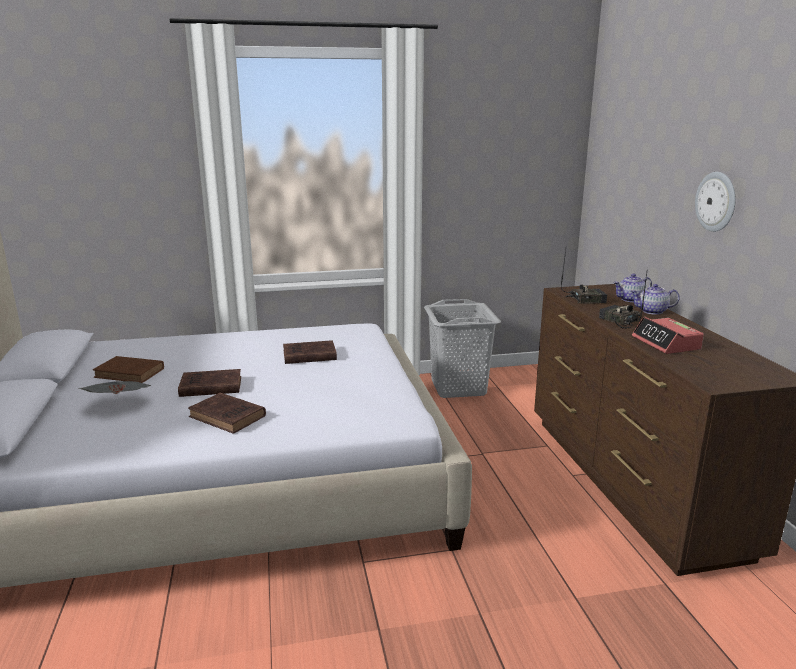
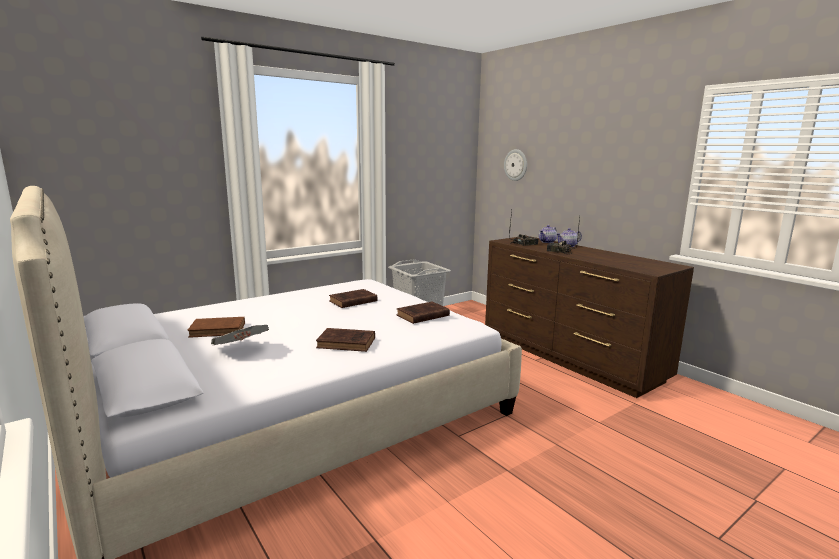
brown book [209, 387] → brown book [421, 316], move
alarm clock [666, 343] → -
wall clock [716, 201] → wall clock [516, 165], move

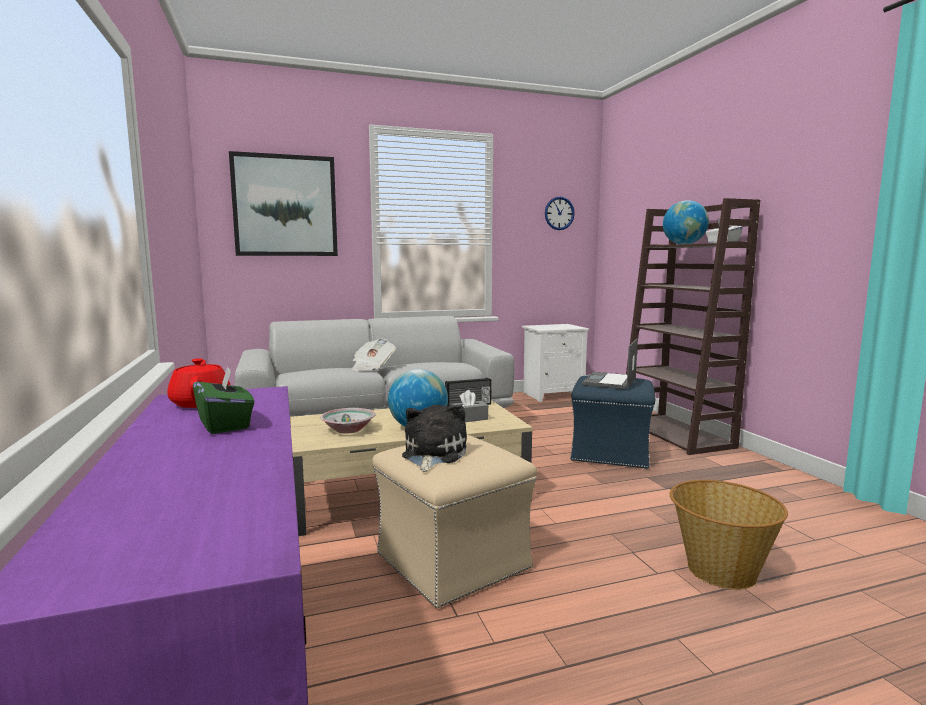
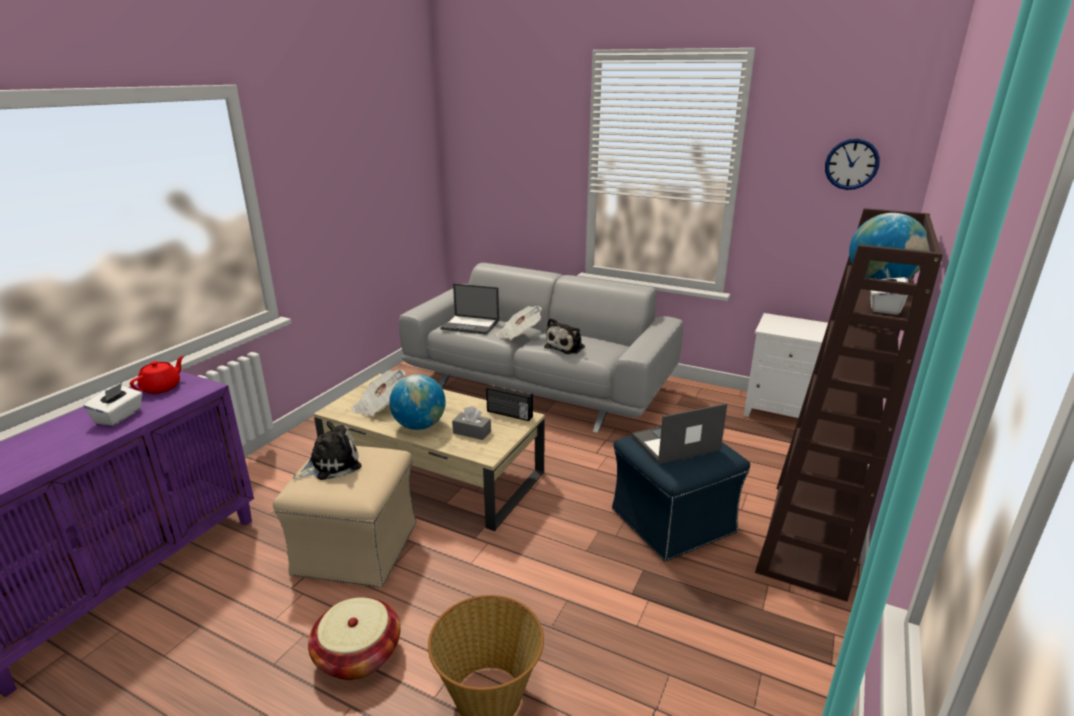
green tissue box [225, 424] → white tissue box [119, 416]
picture [285, 206] → -
bowl [348, 430] → newspaper [380, 406]
- → basket [358, 654]
- → laptop [471, 325]
- → plush toy [566, 347]

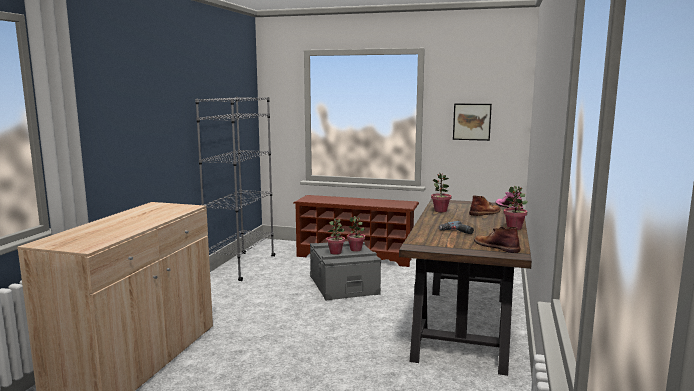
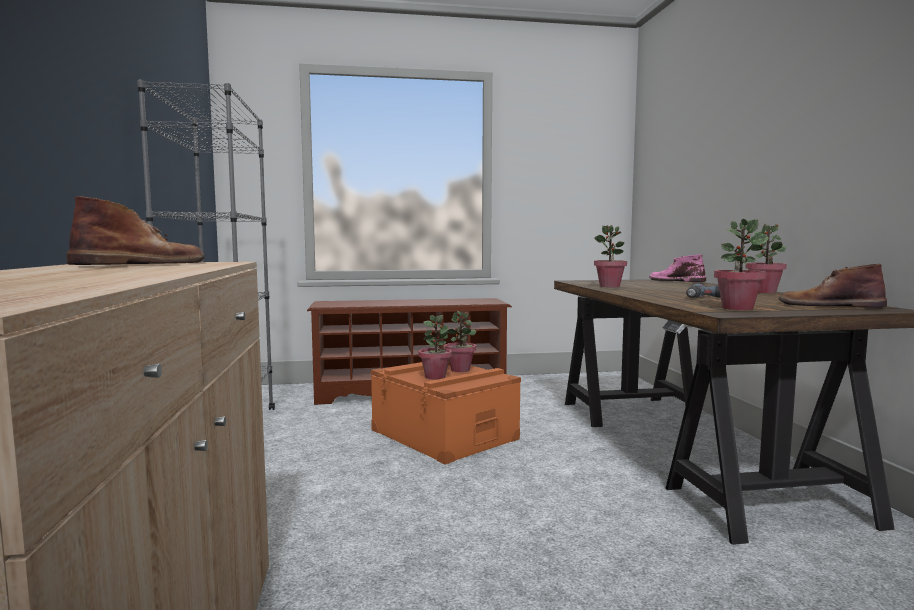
grey storage box [344, 285] → orange storage box [444, 434]
picture [472, 121] → -
brown boot [485, 213] → brown boot [144, 264], move
- → potted plant [737, 308]

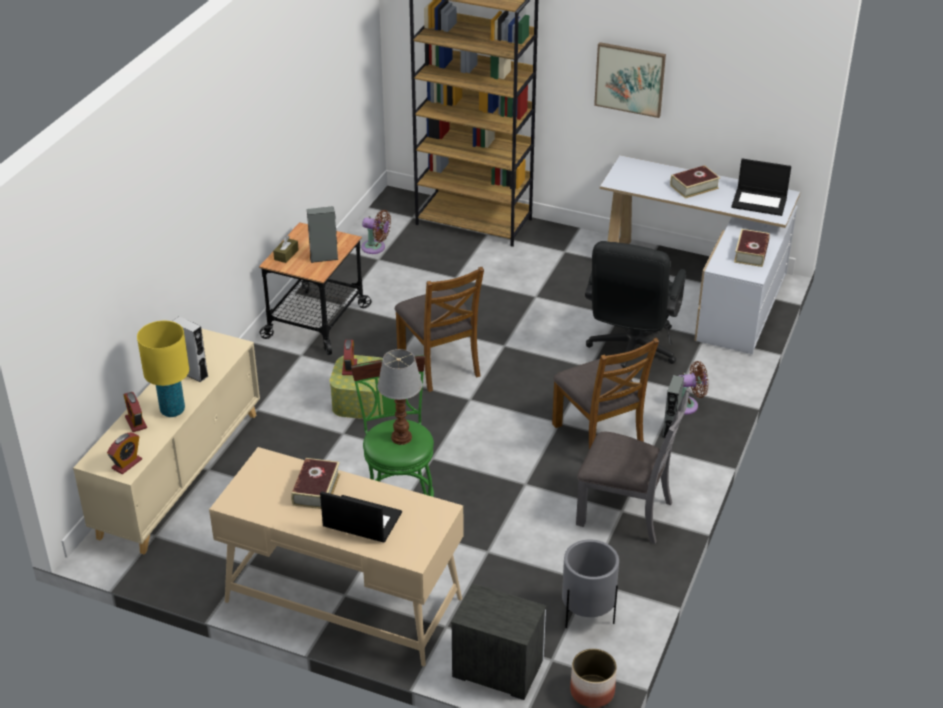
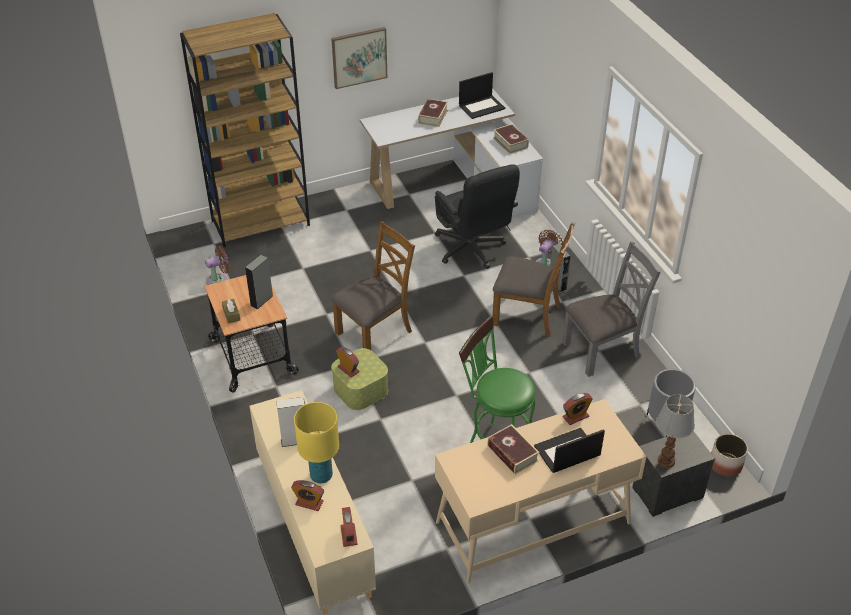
table lamp [402, 437] → table lamp [666, 460], move
brown chair [440, 364] → brown chair [375, 332], 60 degrees counterclockwise
- → alarm clock [575, 416]

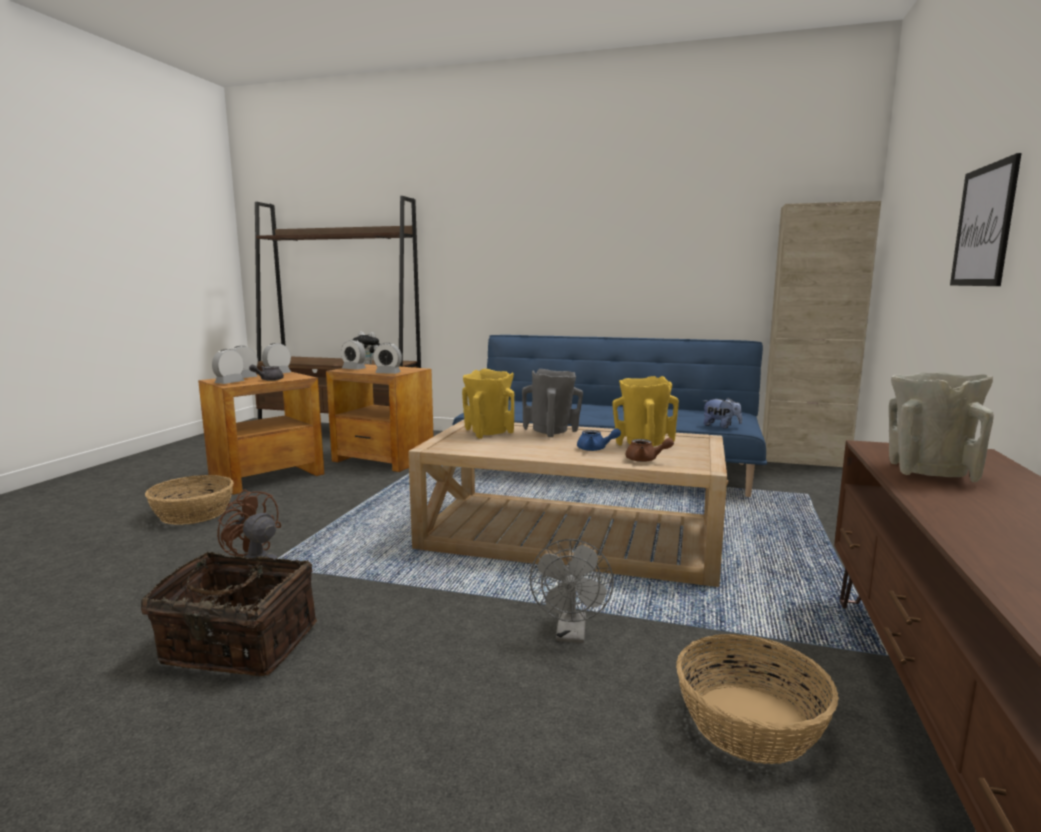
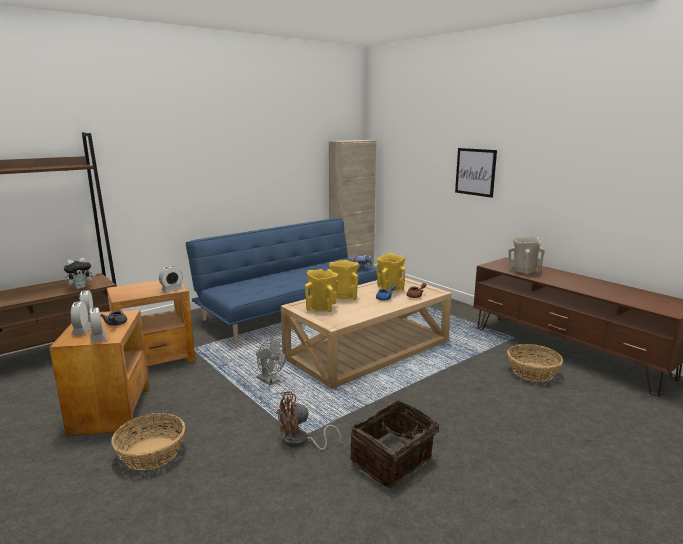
alarm clock [354, 369] → -
grey vase [552, 432] → yellow vase [344, 296]
grey fan [571, 634] → grey fan [270, 381], move

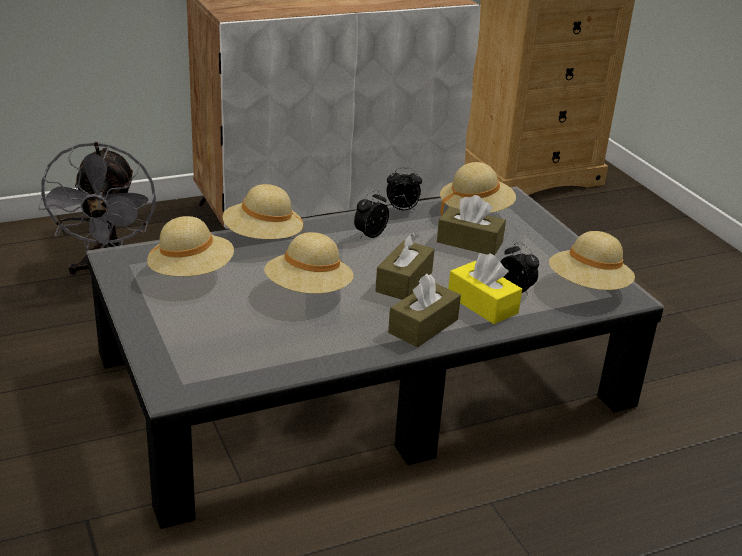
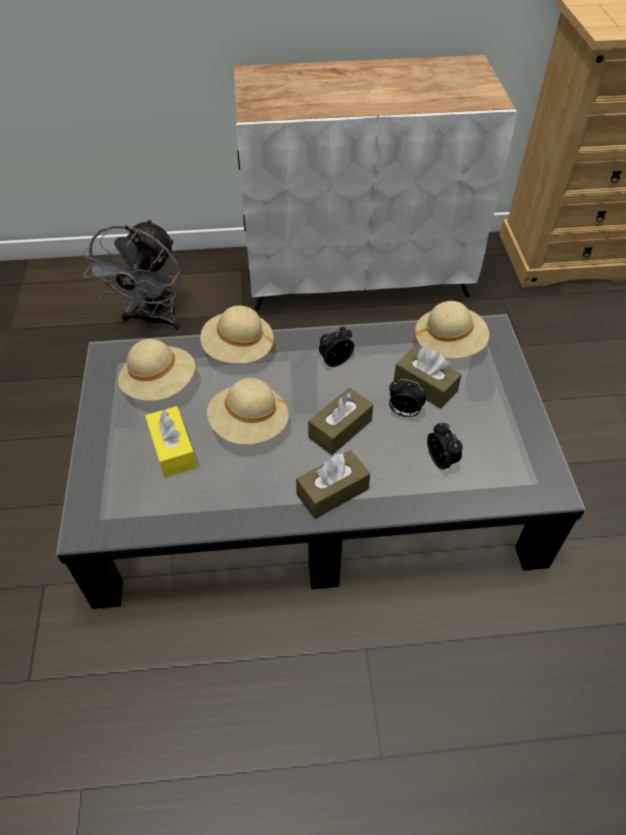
alarm clock [402, 210] → alarm clock [404, 412], move
yellow tissue box [482, 304] → yellow tissue box [172, 449], move
beige hat [588, 288] → -

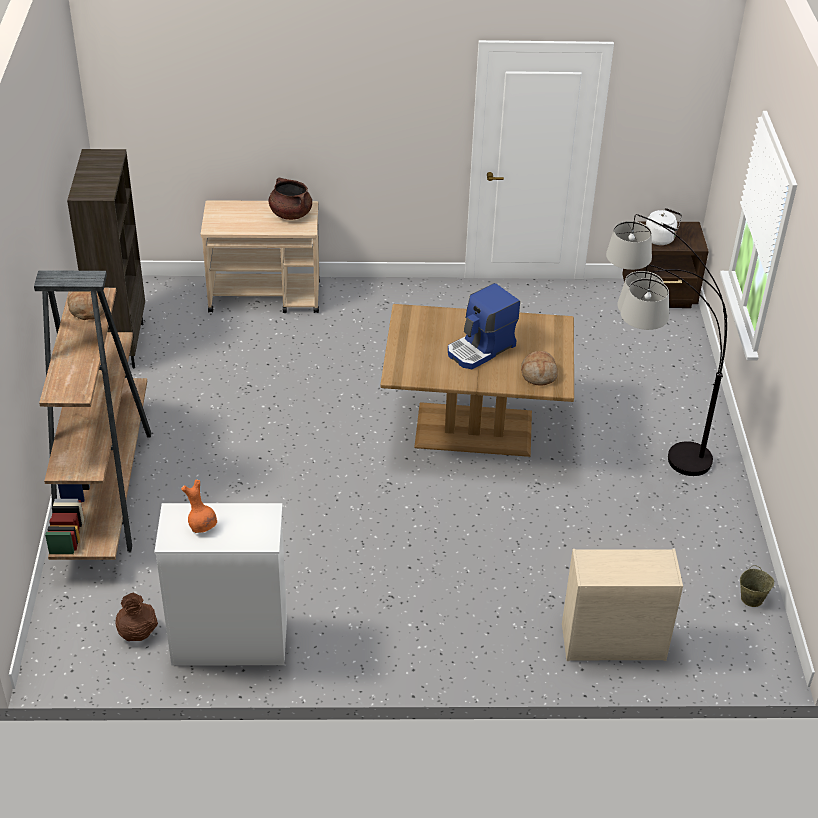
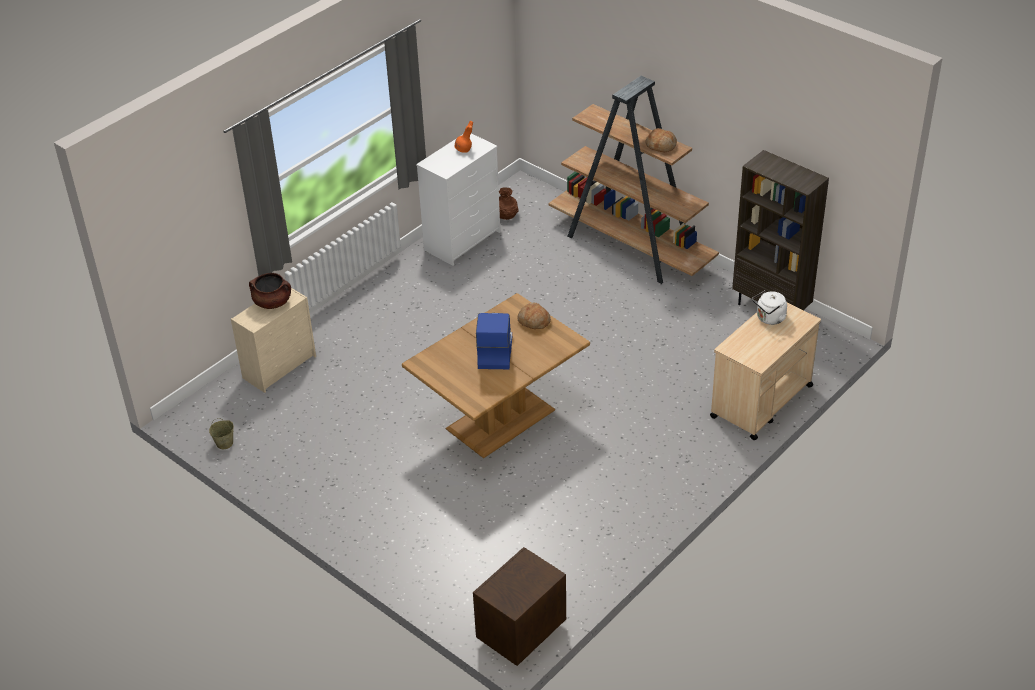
brown cooking pot [290, 214] → brown cooking pot [272, 302], move
bread [538, 374] → bread [533, 321], move
floor lamp [635, 462] → -
white kettle [661, 239] → white kettle [769, 318], move

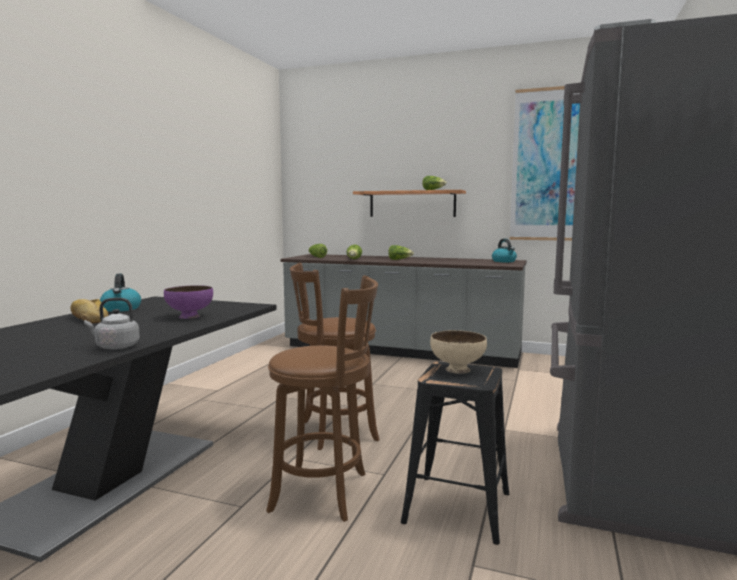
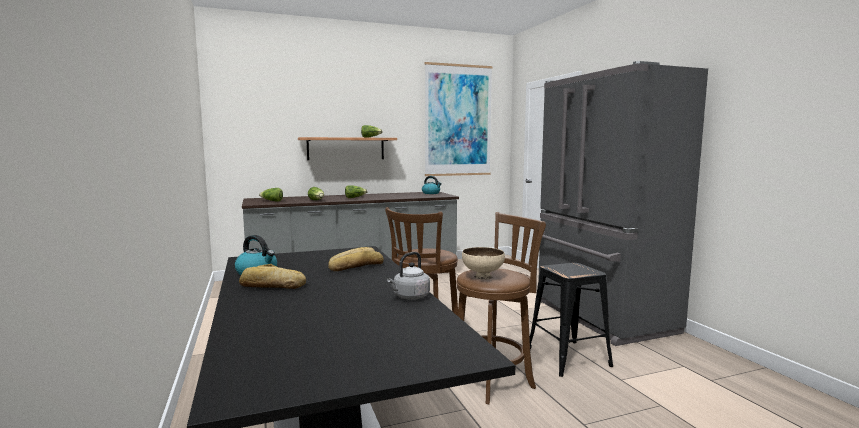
purple bowl [190, 316] → bread [355, 266]
beige bowl [457, 369] → beige bowl [482, 277], move

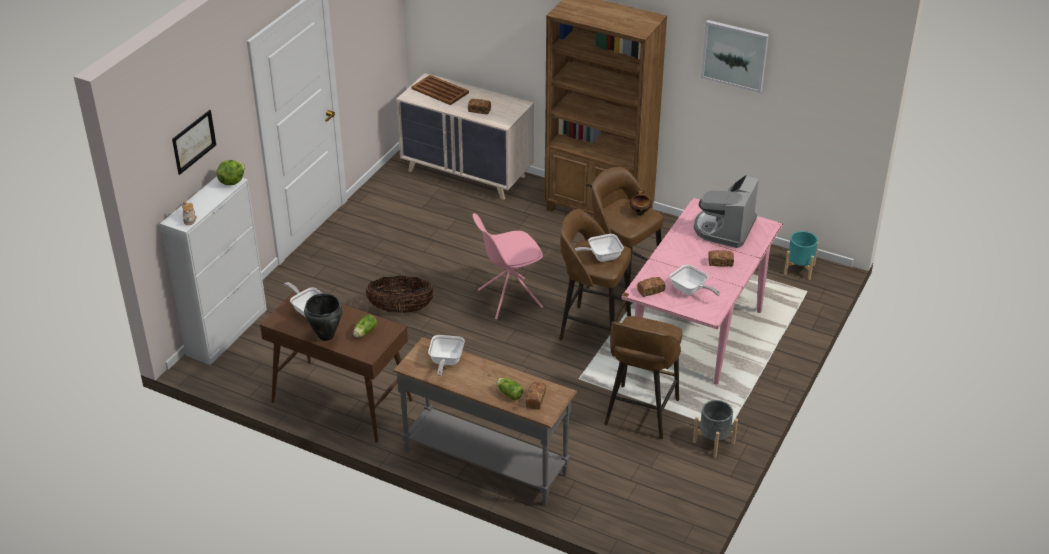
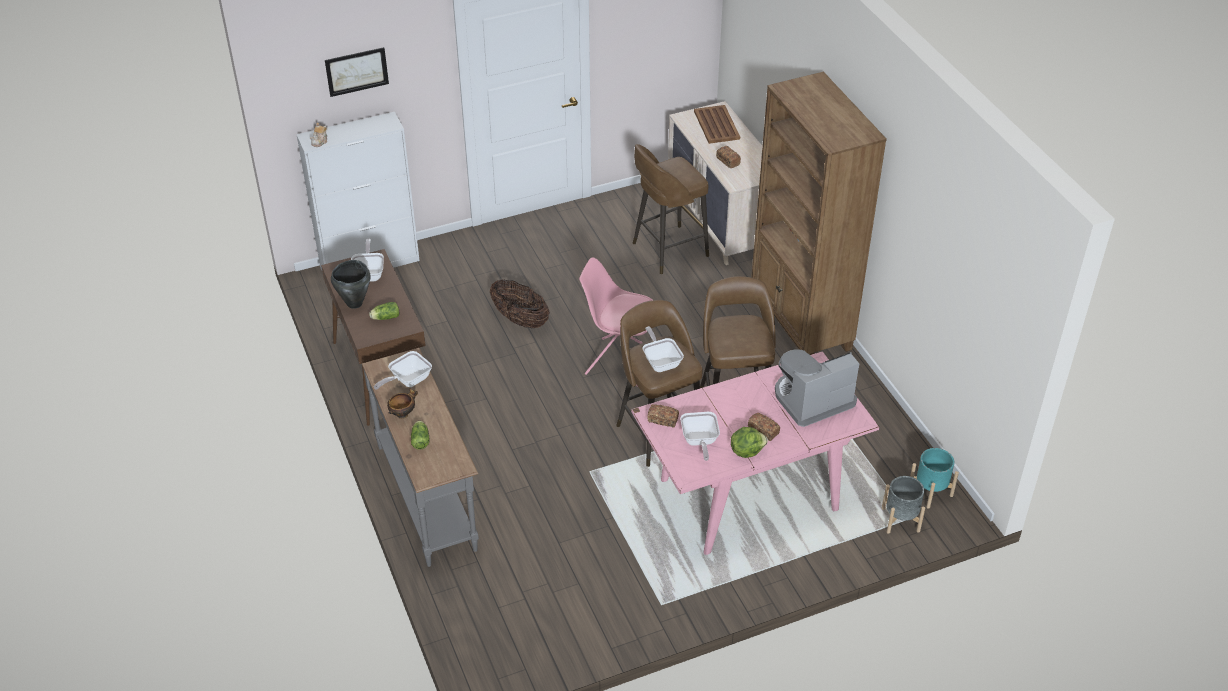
lettuce [231, 181] → lettuce [746, 451], move
bread [535, 399] → -
frying pan [601, 257] → frying pan [661, 361], 45 degrees clockwise
brown stool [640, 414] → brown stool [668, 250], move
bowl [639, 212] → bowl [403, 413], move
grey planter [713, 442] → grey planter [900, 519], move
picture [735, 55] → -

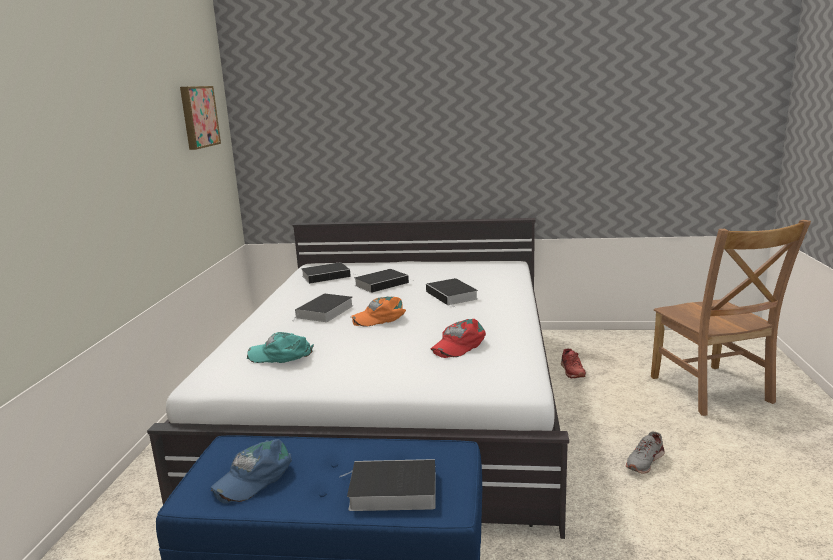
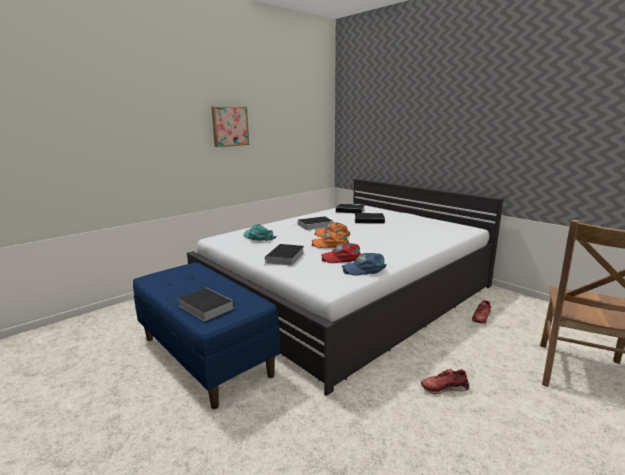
picture [198, 117] → picture [229, 126], move
blue cap [254, 476] → blue cap [365, 269], move
book [453, 295] → book [285, 258], move
grey shoe [644, 461] → red shoe [444, 387]
- → orange cap [331, 244]

